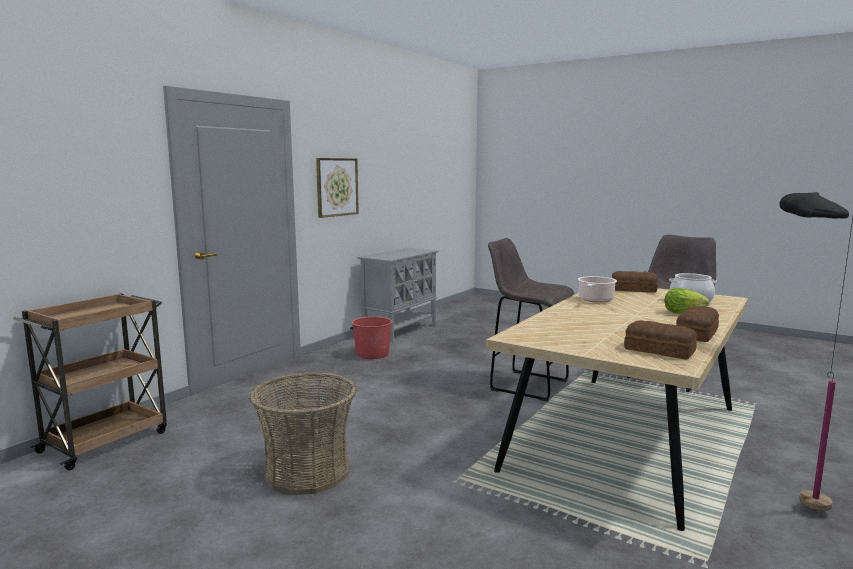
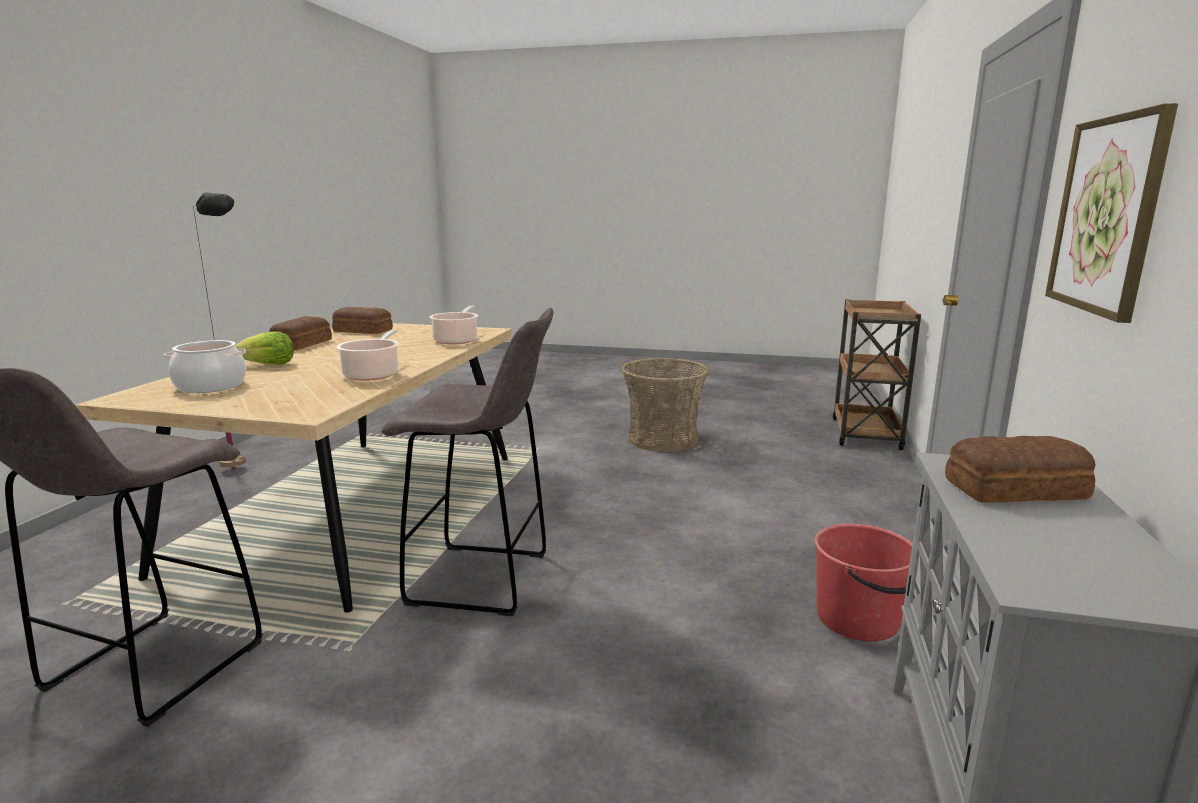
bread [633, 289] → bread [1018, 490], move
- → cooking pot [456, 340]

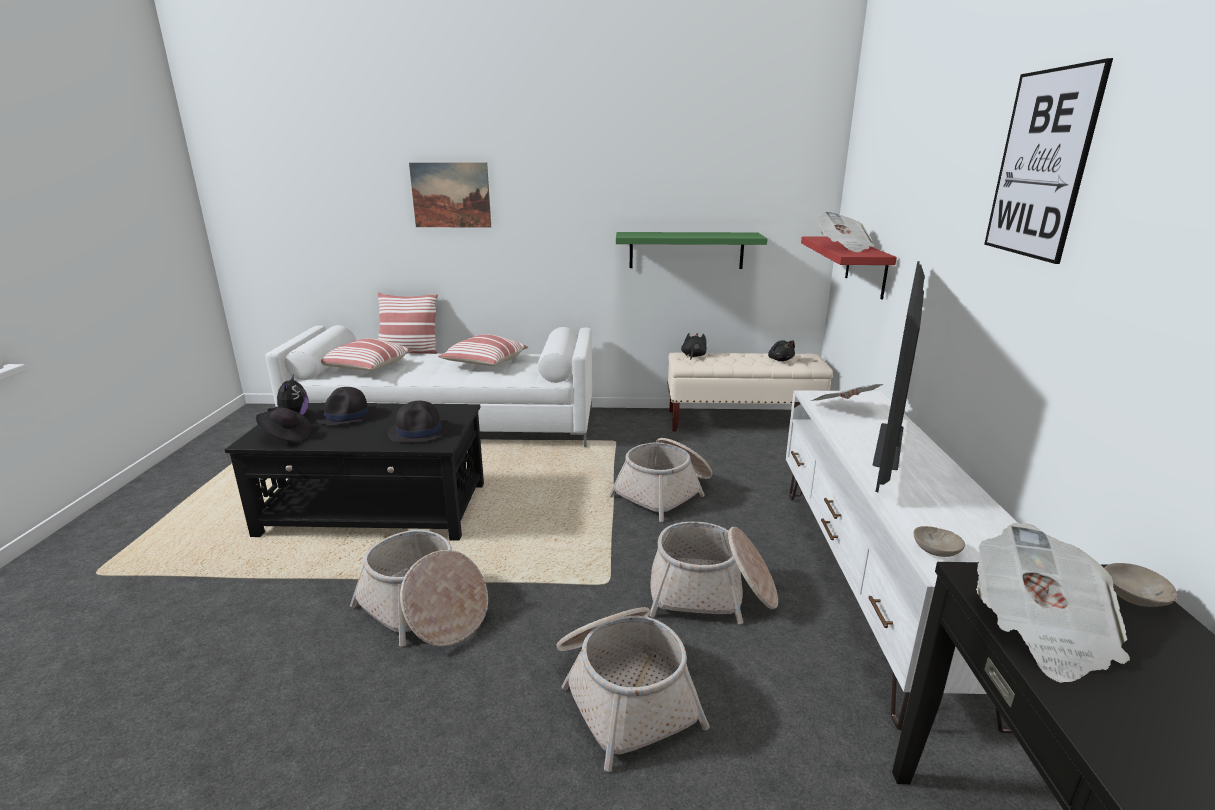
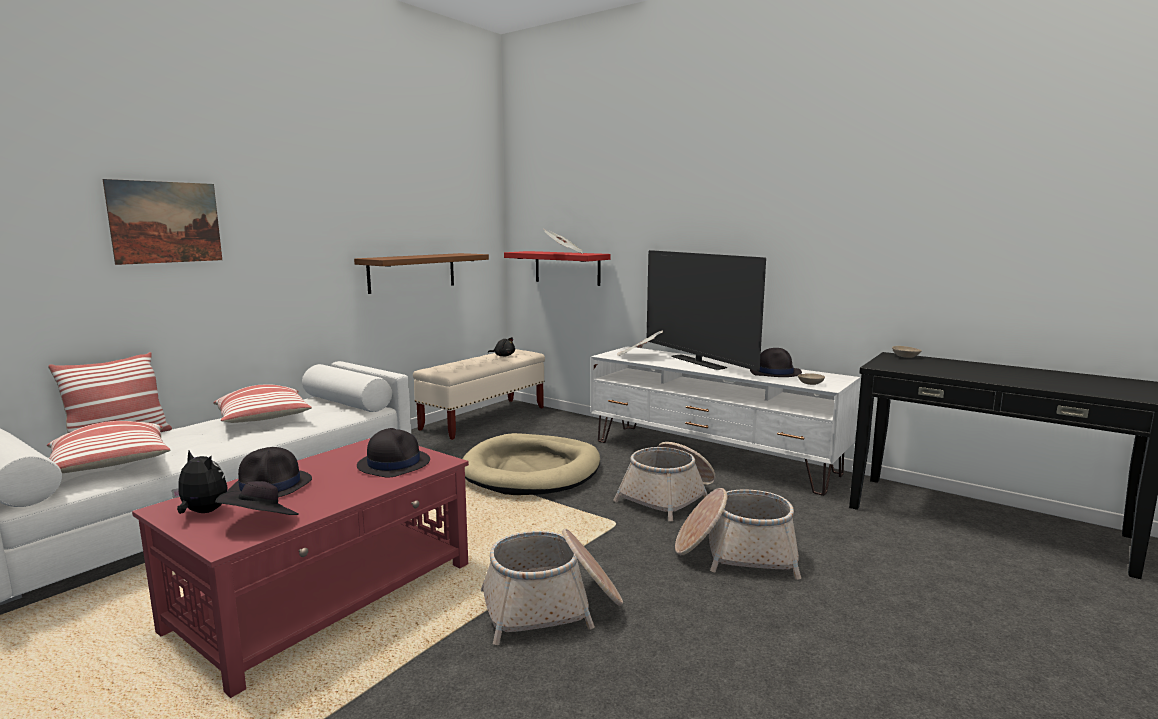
black coffee table [376, 509] → red coffee table [328, 596]
basket [665, 492] → beige dog bed [532, 470]
green shelf [686, 250] → brown shelf [412, 272]
black plush toy [693, 356] → -
newspaper [1040, 631] → -
picture [1041, 164] → -
- → black hat [775, 372]

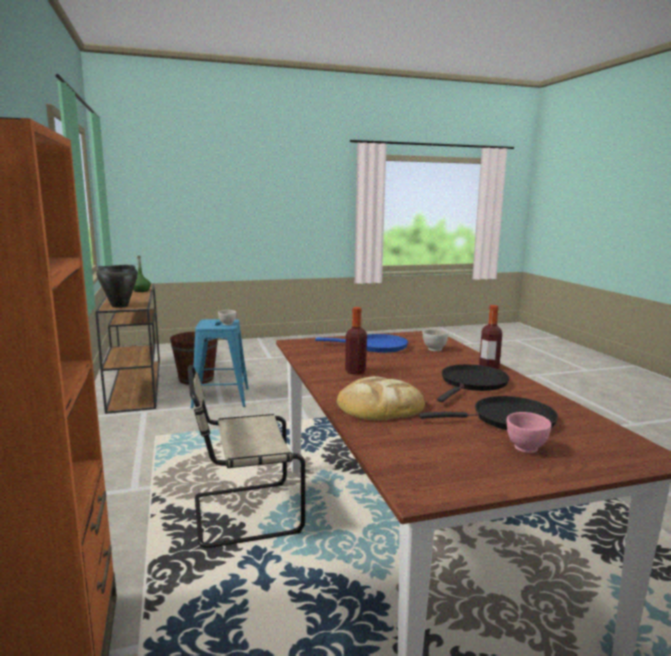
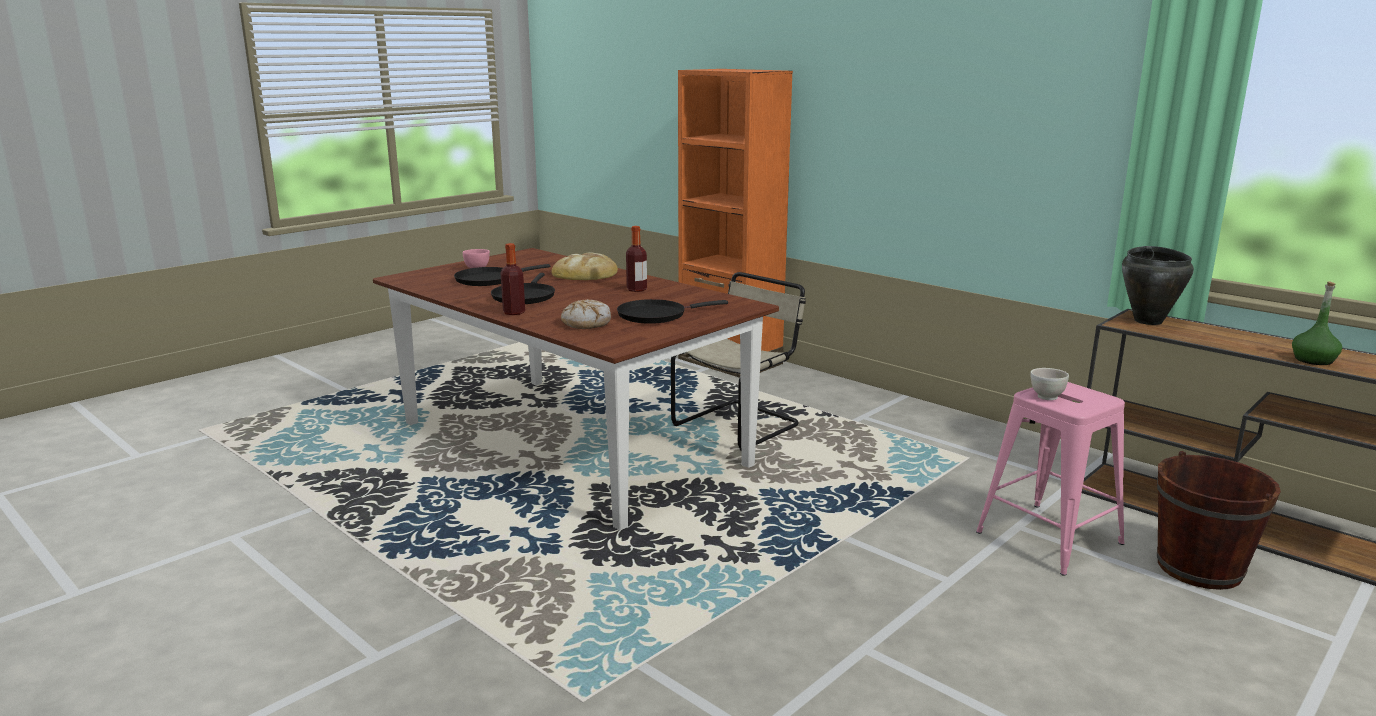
blue stool [221, 398] → pink stool [1048, 538]
blue frying pan [376, 346] → black frying pan [656, 315]
white bowl [434, 349] → bread [586, 323]

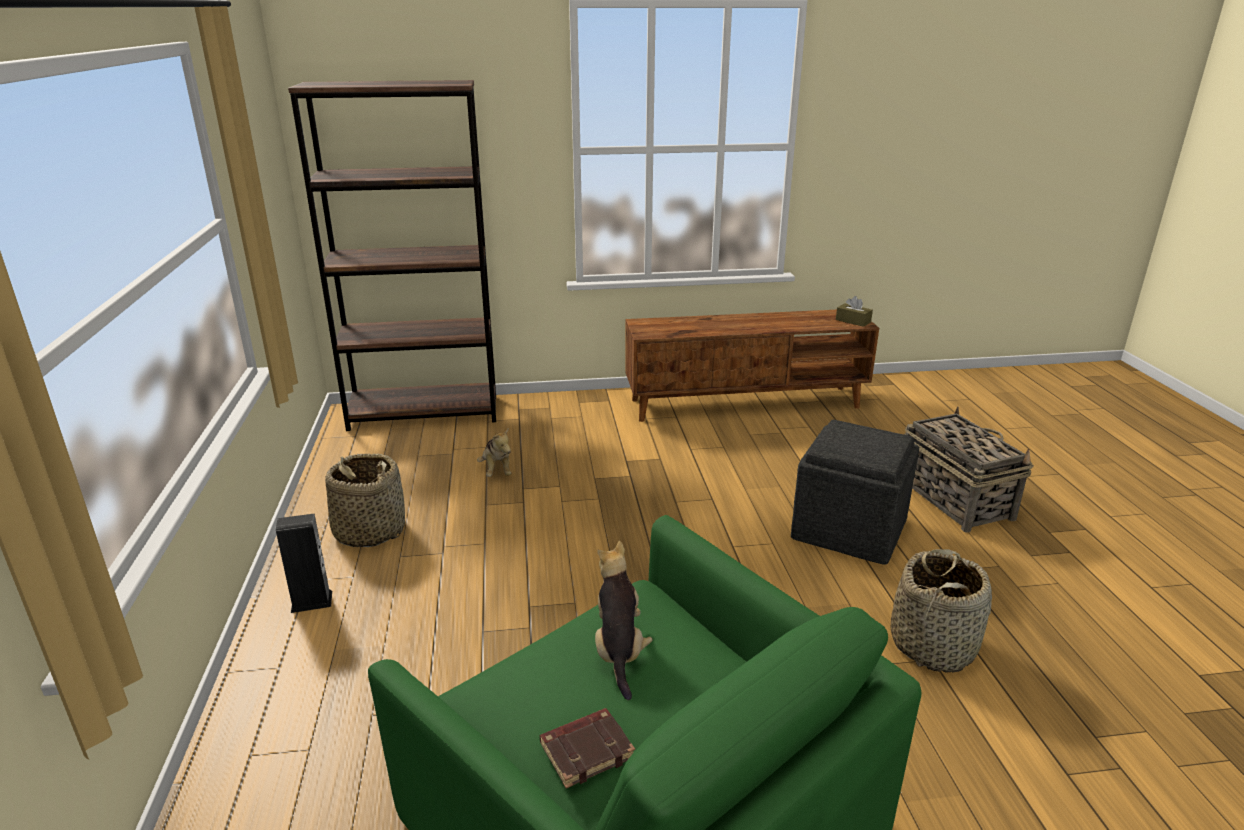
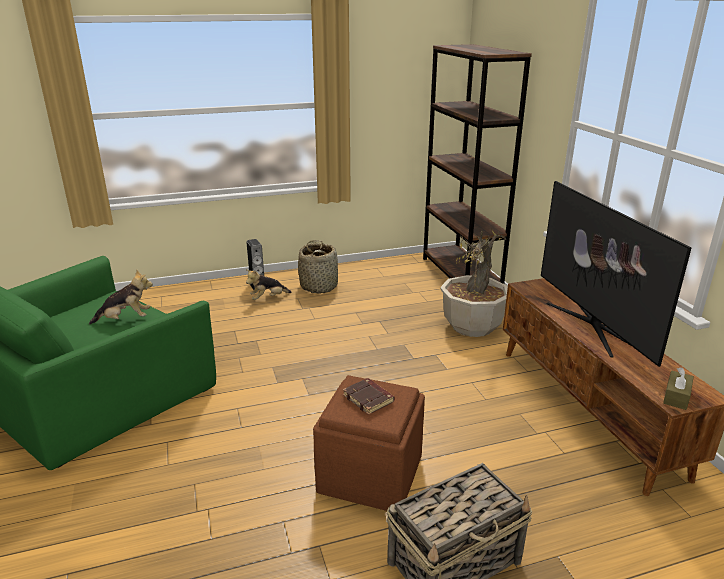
plush toy [497, 470] → plush toy [268, 298], move
brown book [587, 750] → brown book [369, 399], move
grey ottoman [850, 529] → brown ottoman [371, 474]
basket [933, 645] → -
- → potted plant [472, 327]
- → television [592, 325]

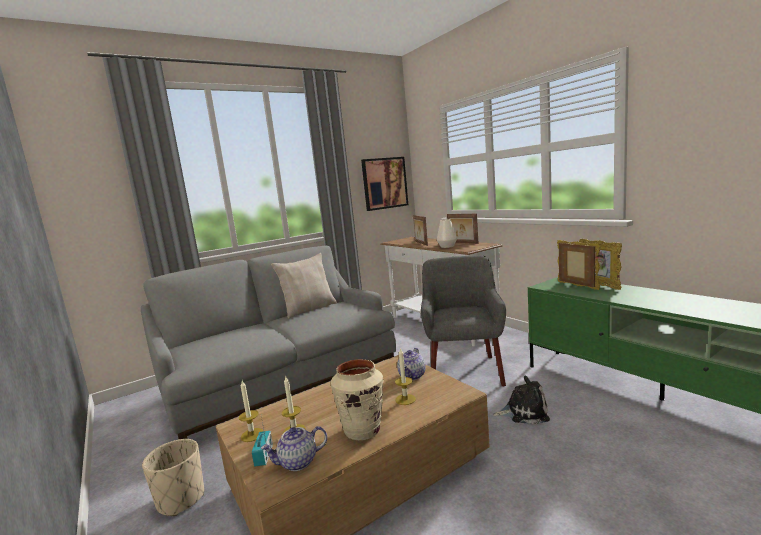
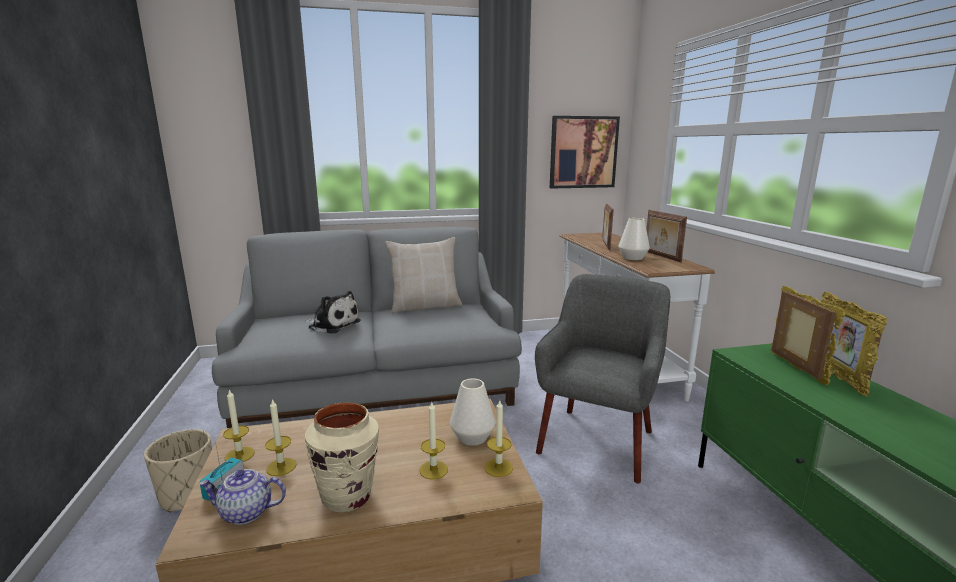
teapot [412, 376] → white vase [472, 437]
plush toy [524, 412] → plush toy [332, 325], move
- → candle [498, 467]

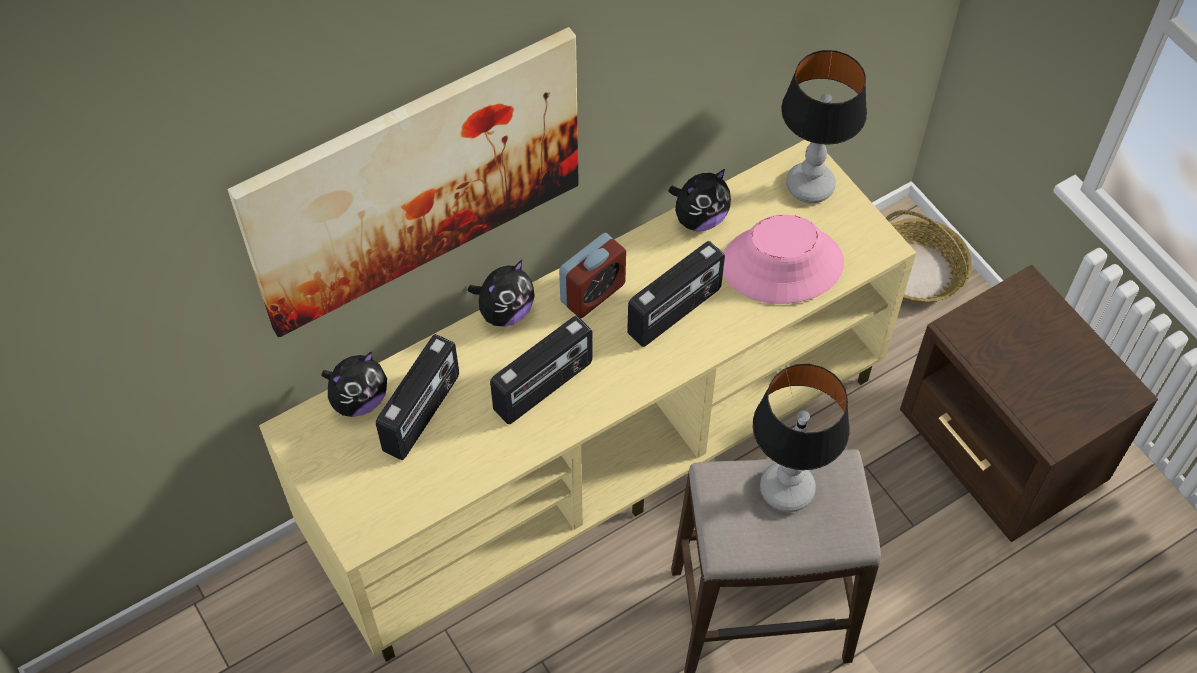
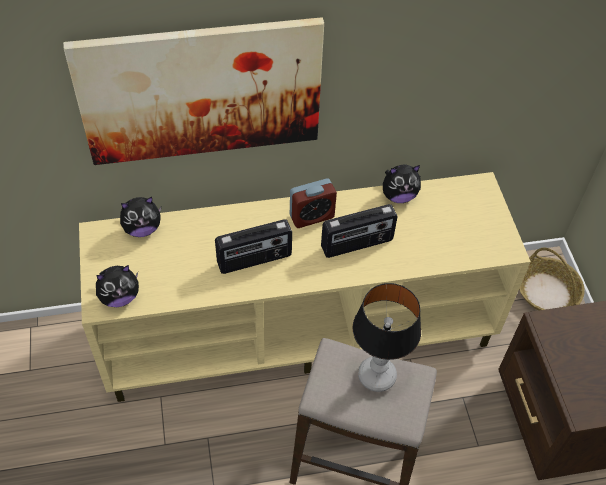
radio [423, 414] → -
plush toy [505, 312] → plush toy [119, 297], move
pink hat [782, 265] → -
table lamp [811, 185] → -

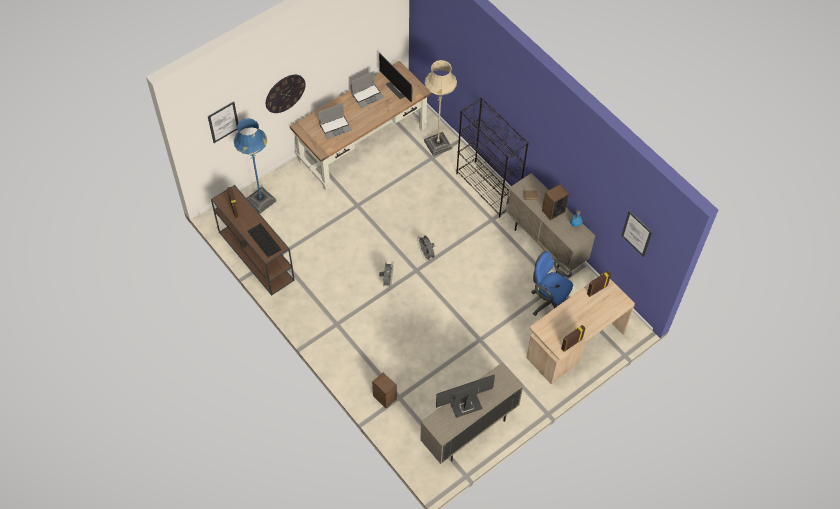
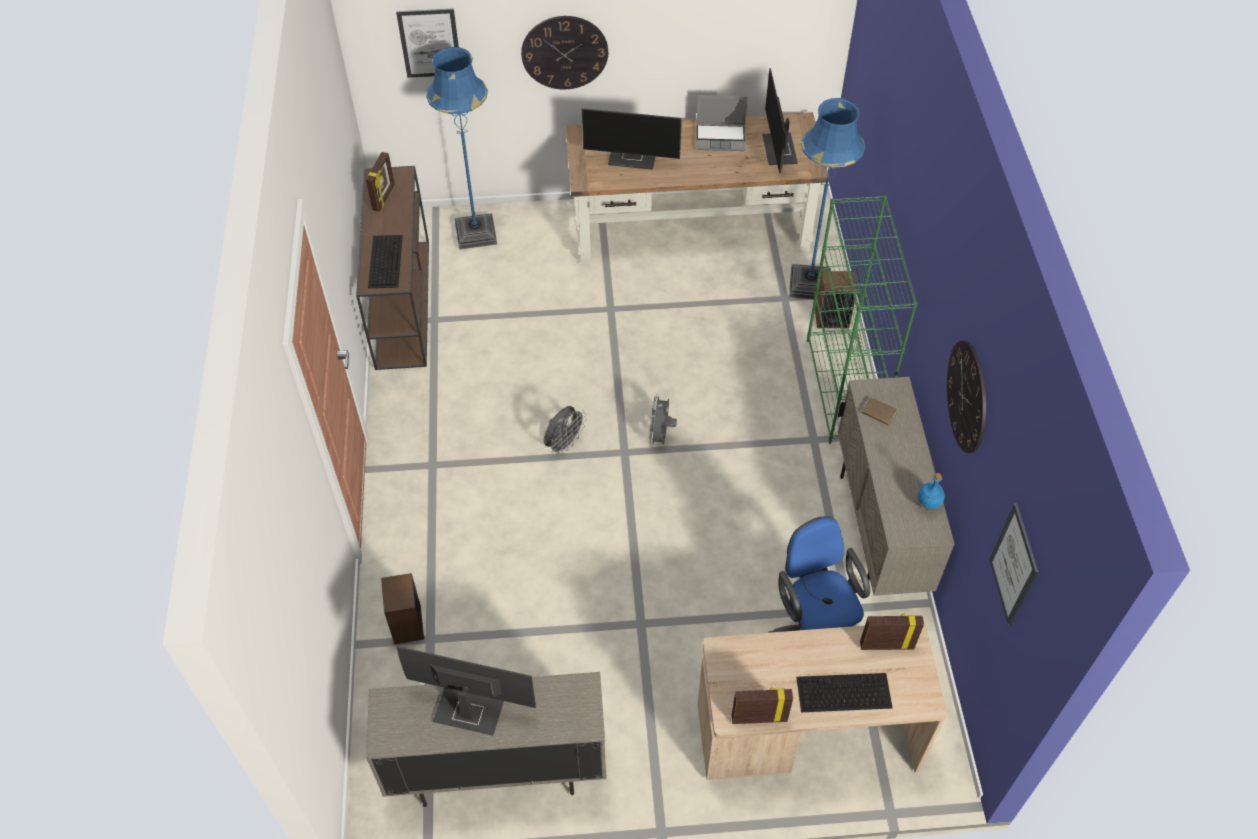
laptop [335, 127] → monitor [633, 158]
beige floor lamp [438, 145] → blue floor lamp [809, 284]
black bookcase [488, 189] → green bookcase [842, 389]
speaker [553, 211] → speaker [831, 318], move
- → keyboard [843, 693]
- → wall clock [967, 396]

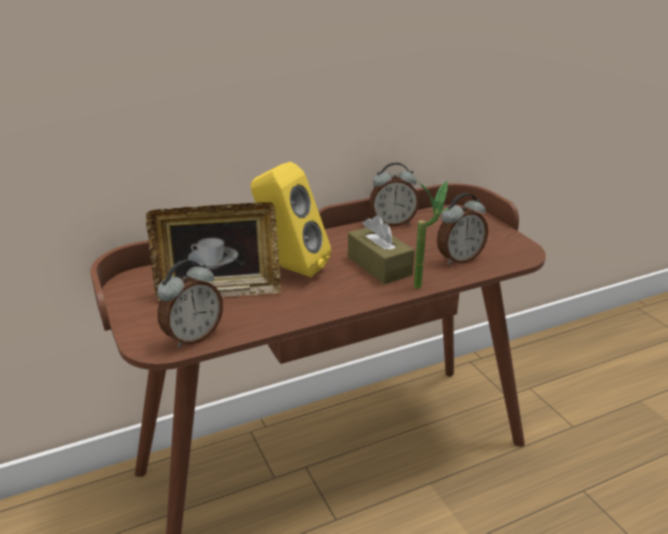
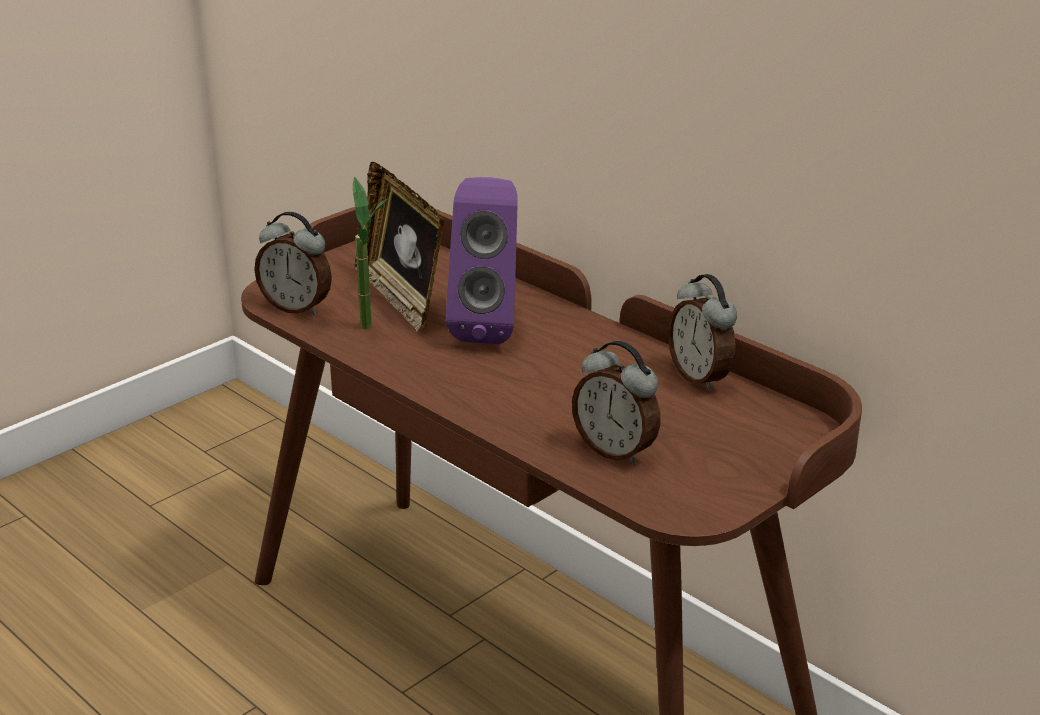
yellow speaker [290, 269] → purple speaker [488, 328]
brown tissue box [379, 266] → -
potted plant [425, 285] → potted plant [373, 331], move

